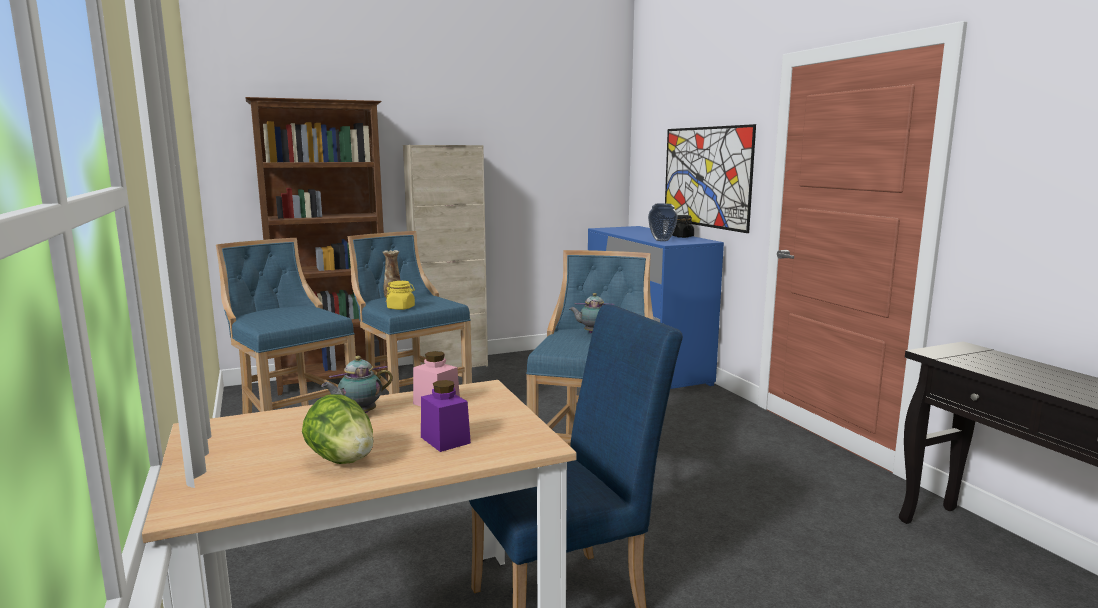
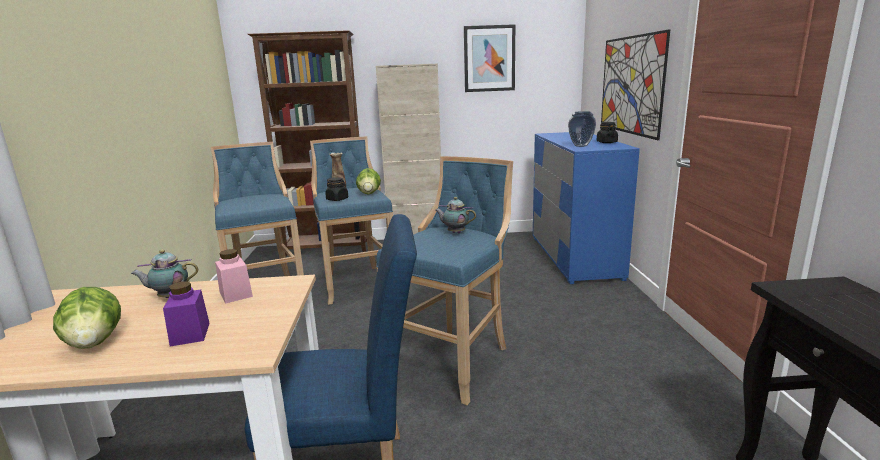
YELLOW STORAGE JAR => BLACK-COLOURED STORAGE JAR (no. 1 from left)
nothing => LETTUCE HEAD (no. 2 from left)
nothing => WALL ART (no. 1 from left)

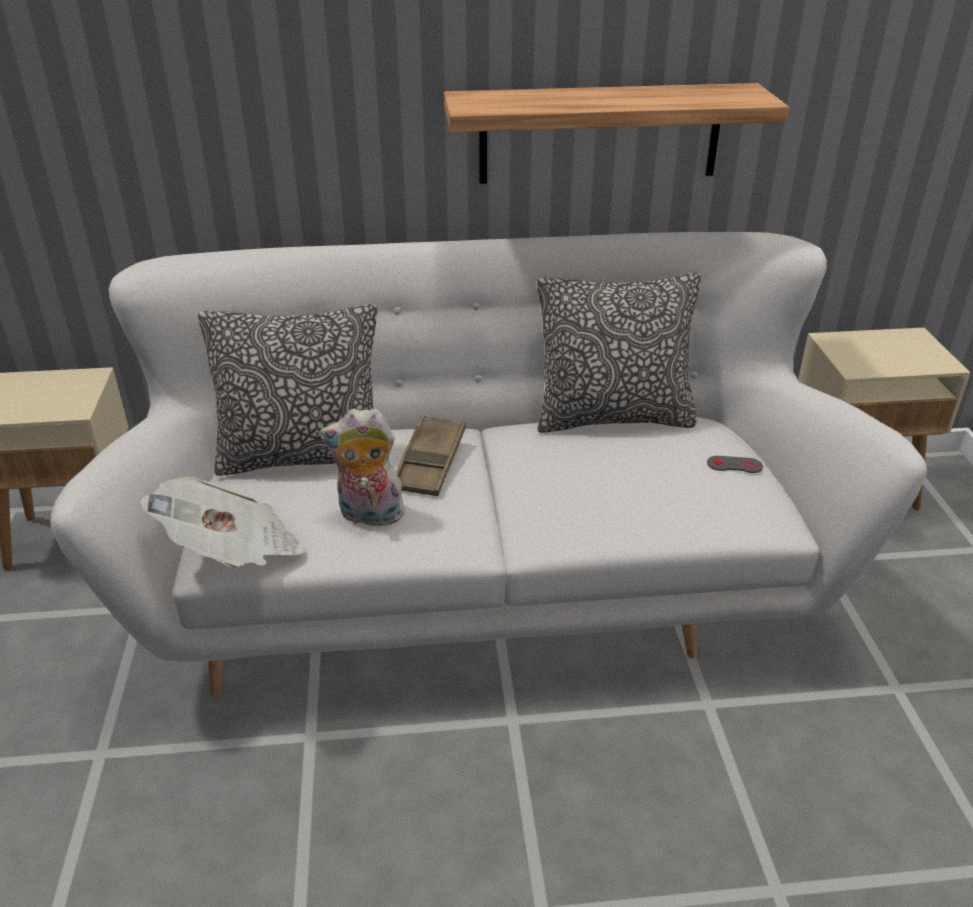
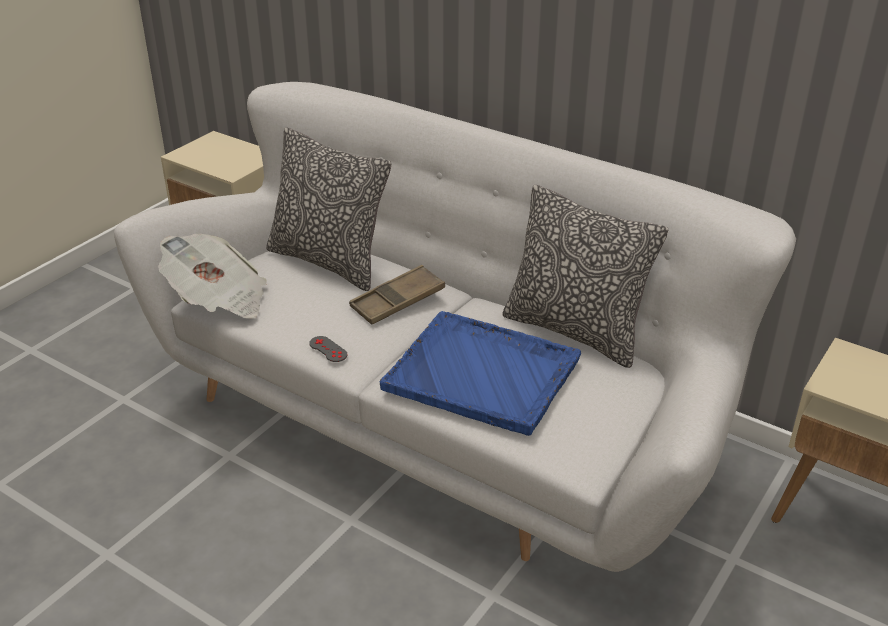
GREY GAMEPAD, shifted
nothing => BLUE-COLOURED CARRYING TRAY
CUDDLY TOY => nothing
SHELF => nothing

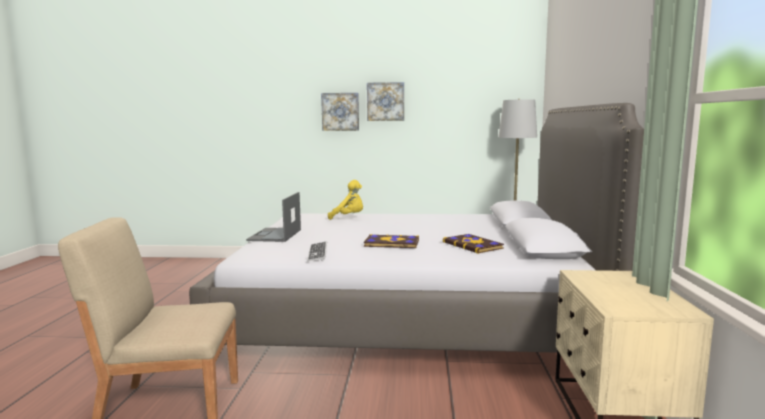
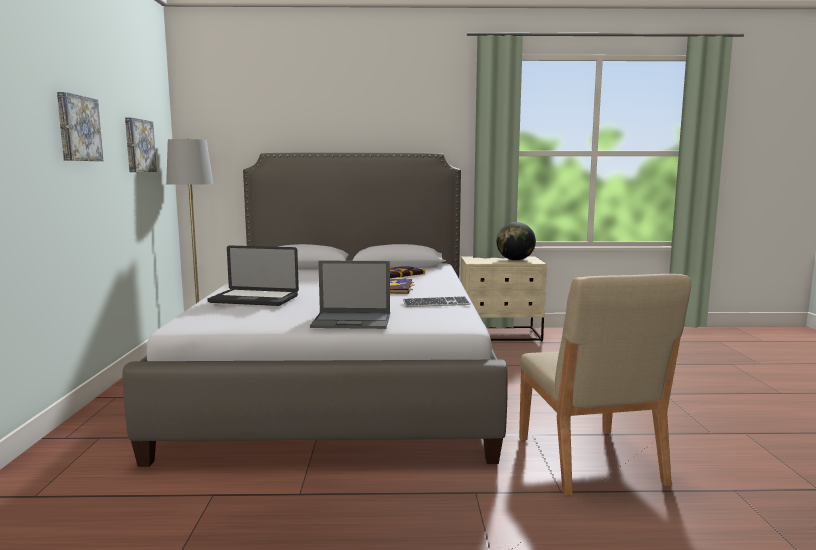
WALL ART (no. 1 from left in the first image) => WALL ART (no. 2 from left), shifted
YELLOW CUDDLY TOY => NOTEBOOK COMPUTER (no. 1 from left)
nothing => DESK GLOBE

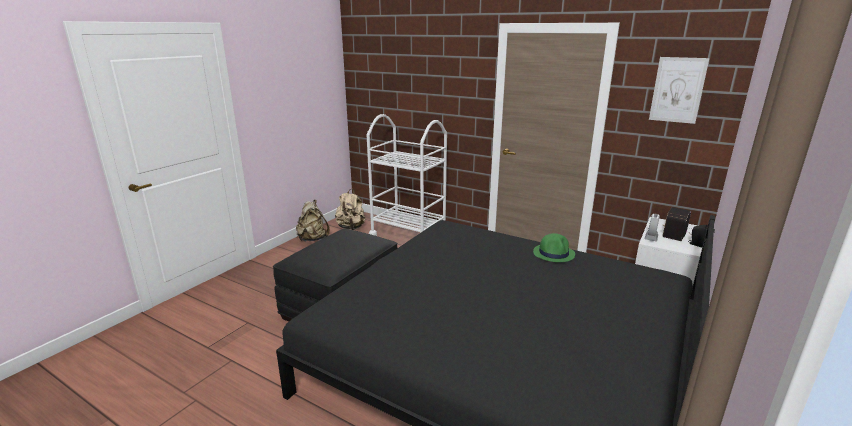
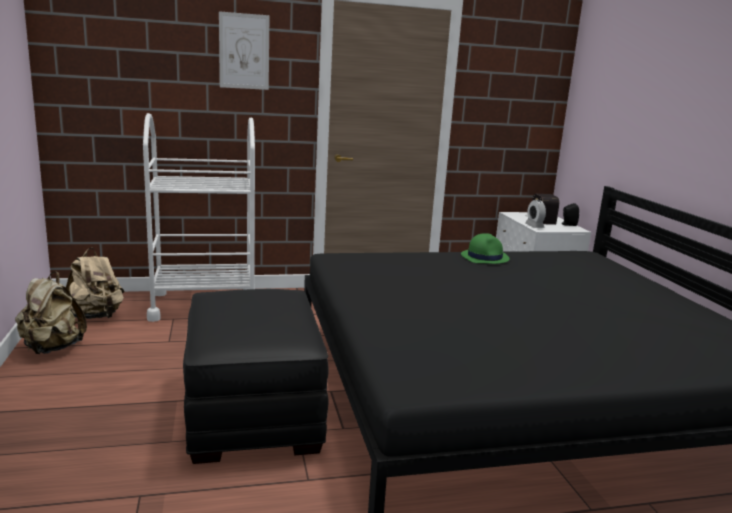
WALL ART, shifted

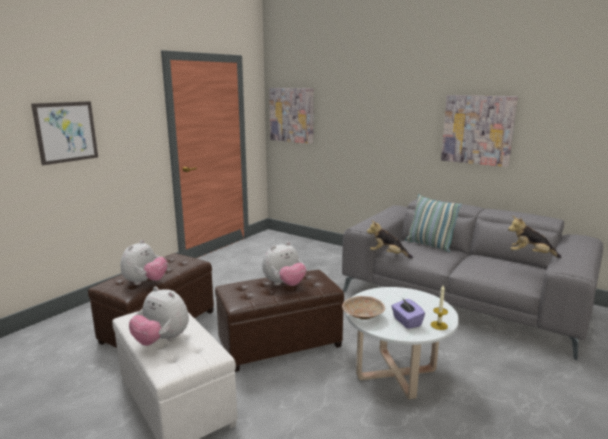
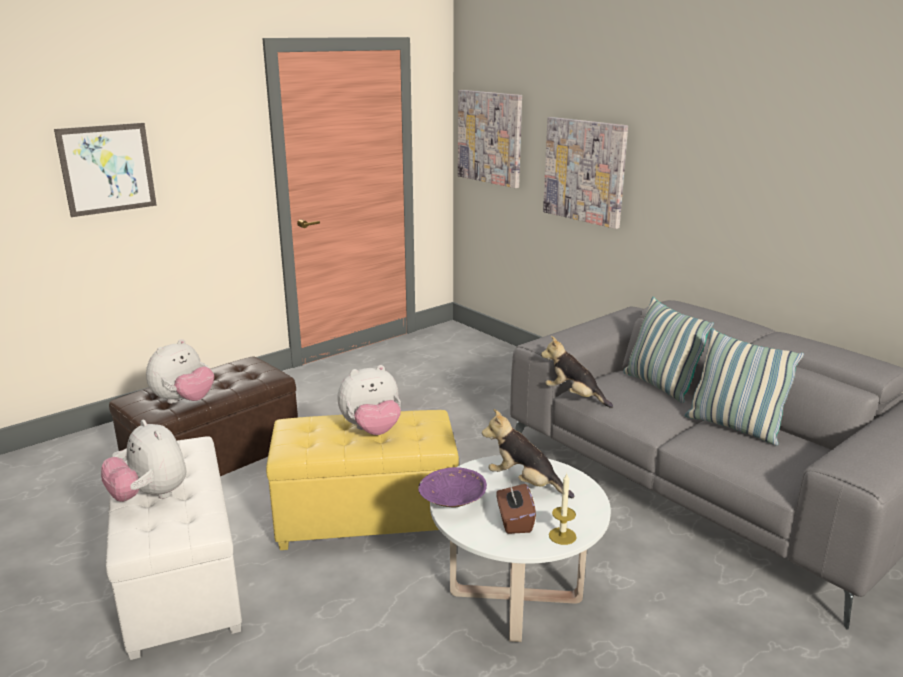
BROWN-COLOURED POUFFE (no. 2 from left) => YELLOW POUFFE
SAND-COLOURED BOWL => PURPLE BOWL
CUDDLY TOY (no. 5 from left in the first image) => CUDDLY TOY (no. 4 from left), shifted
PURPLE TISSUE BOX => BROWN-COLOURED TISSUE BOX
WALL ART (no. 3 from left), shifted
nothing => THROW PILLOW (no. 2 from left)

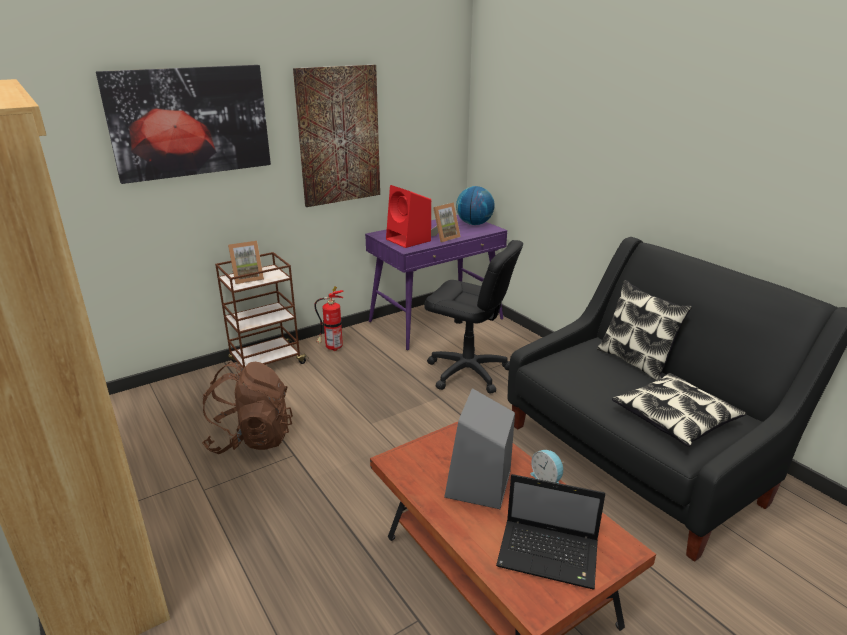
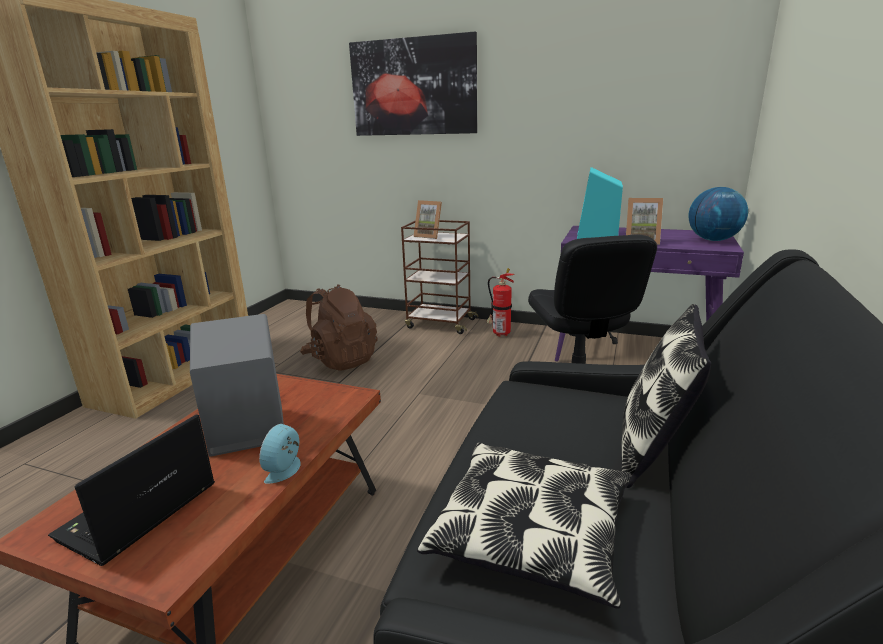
NOTEBOOK COMPUTER, 45 degrees clockwise
RED-COLOURED AUDIO SPEAKER => TURQUOISE-COLOURED AUDIO SPEAKER
WALL ART (no. 2 from left) => nothing

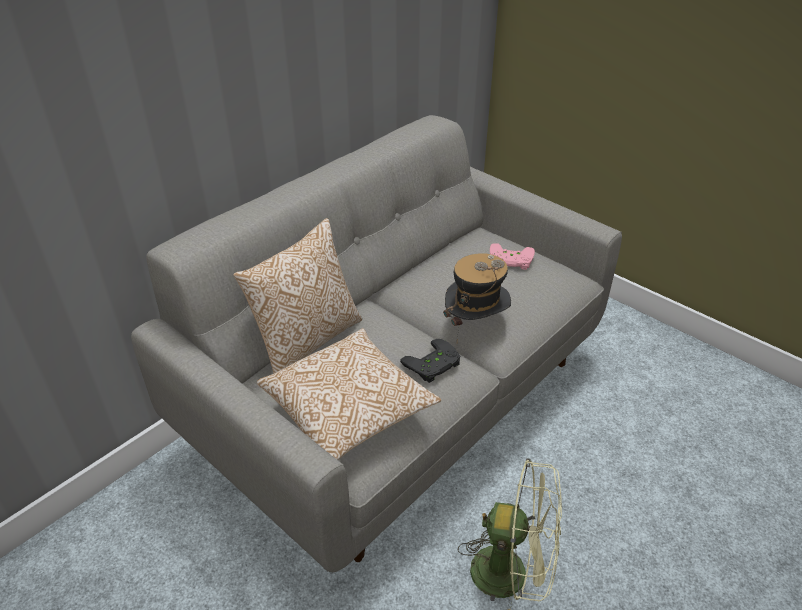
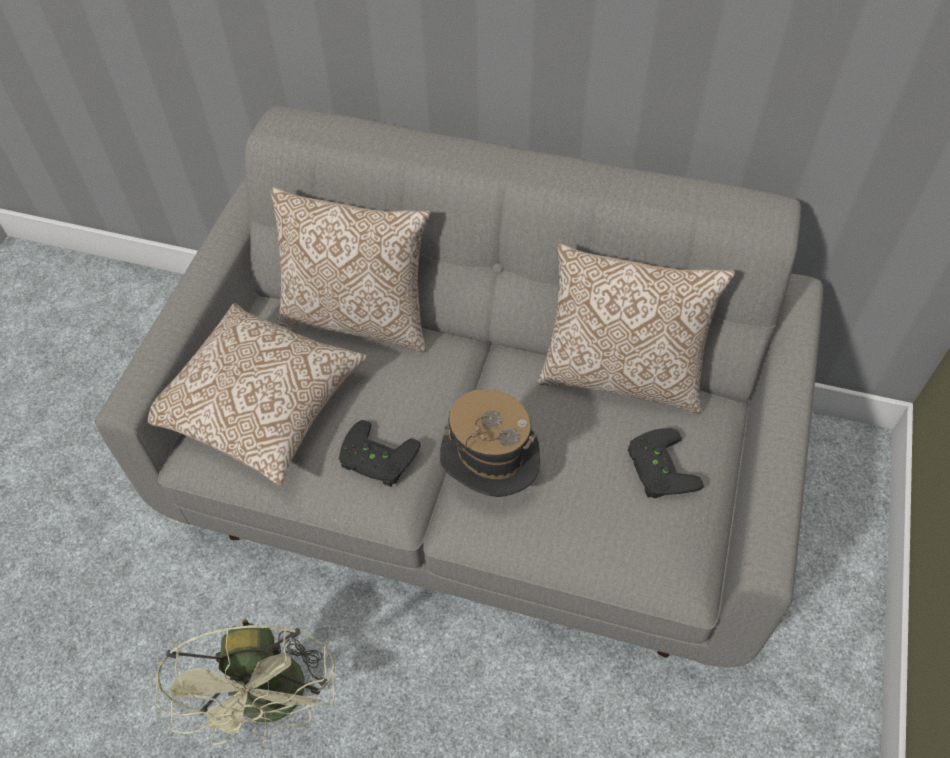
nothing => THROW PILLOW (no. 3 from left)
PINKISH GAMEPAD => BLACK-COLOURED GAMEPAD (no. 2 from left)

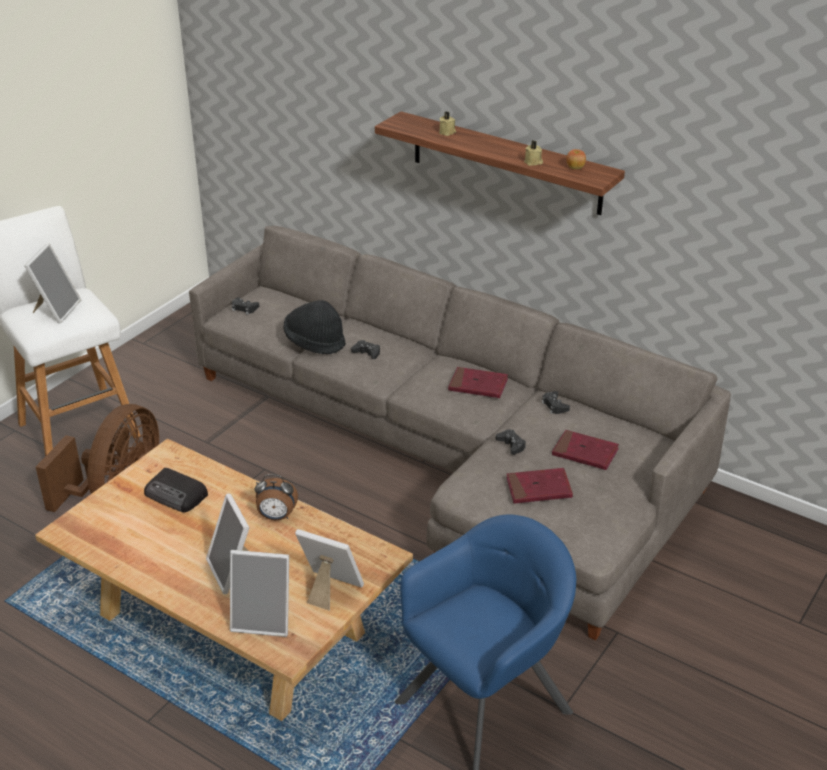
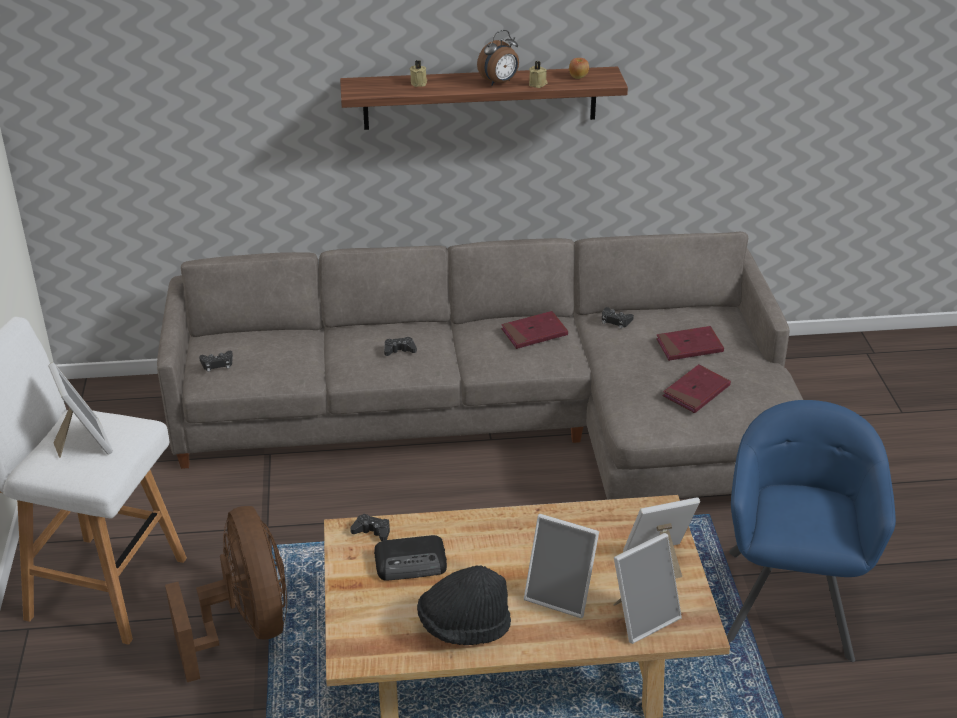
BLACK-COLOURED GAMEPAD (no. 3 from left in the first image) => BLACK-COLOURED GAMEPAD (no. 2 from left), shifted
BLACK-COLOURED CLOTHING HAT, shifted
ALARM CLOCK, shifted

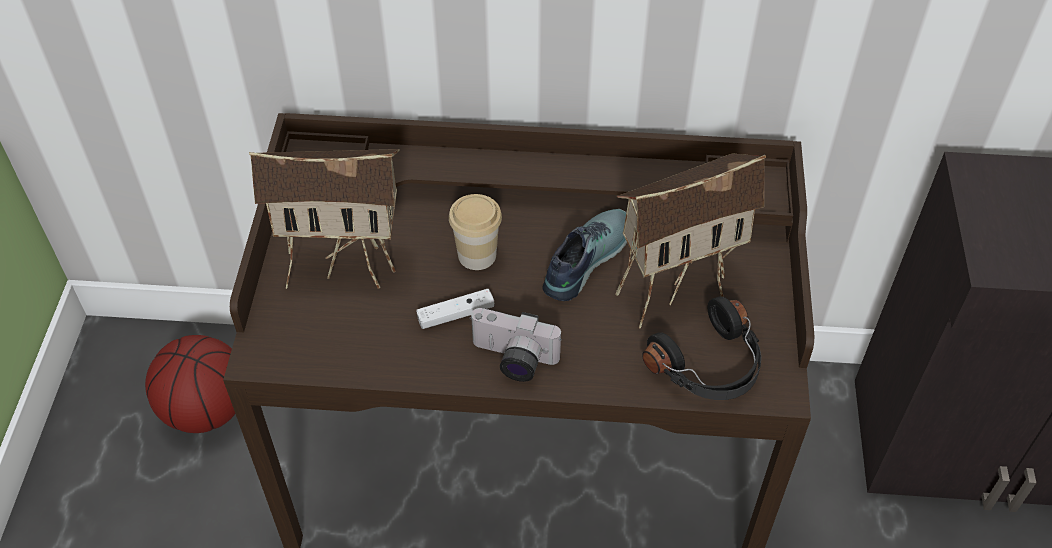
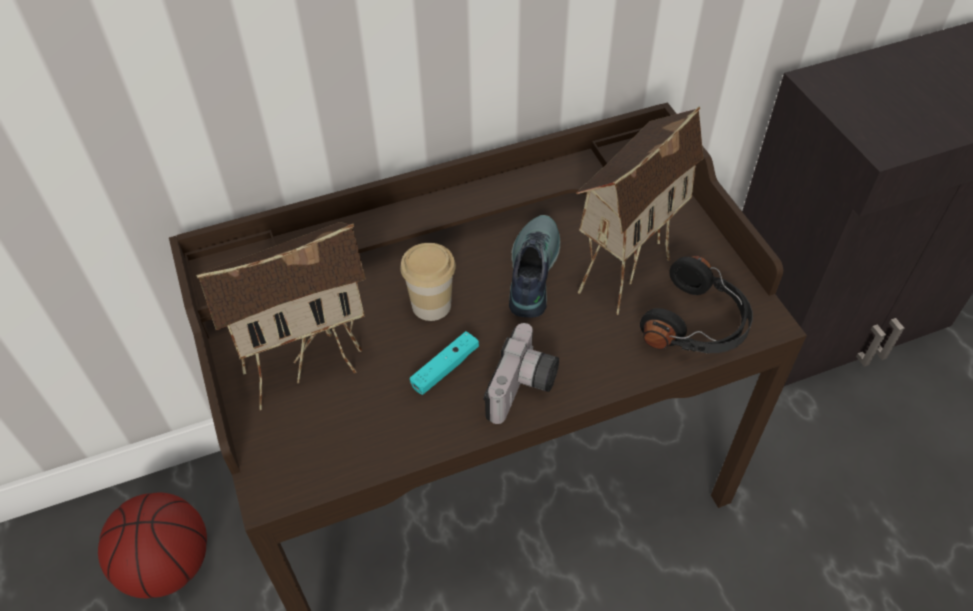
WHITE-COLOURED GAMEPAD => TURQUOISE-COLOURED GAMEPAD
STILL CAMERA, 60 degrees counterclockwise

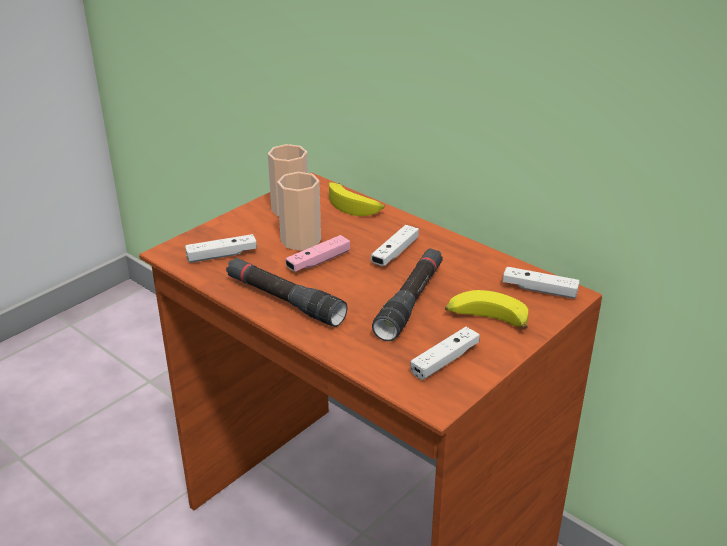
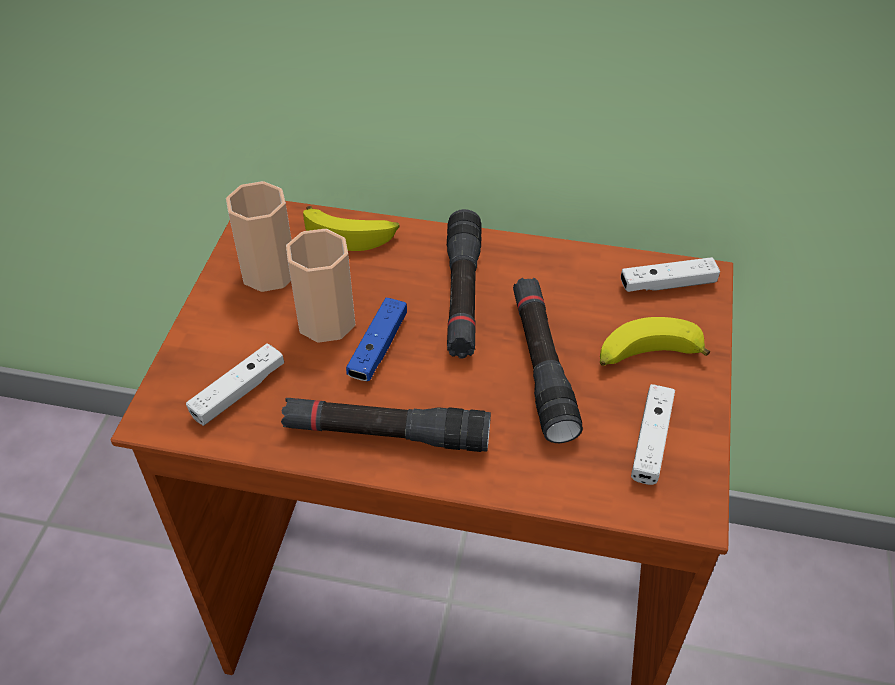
PINKISH GAMEPAD => BLUE-COLOURED GAMEPAD
WHITE-COLOURED GAMEPAD (no. 2 from left) => BLACK-COLOURED TORCH (no. 2 from left)

